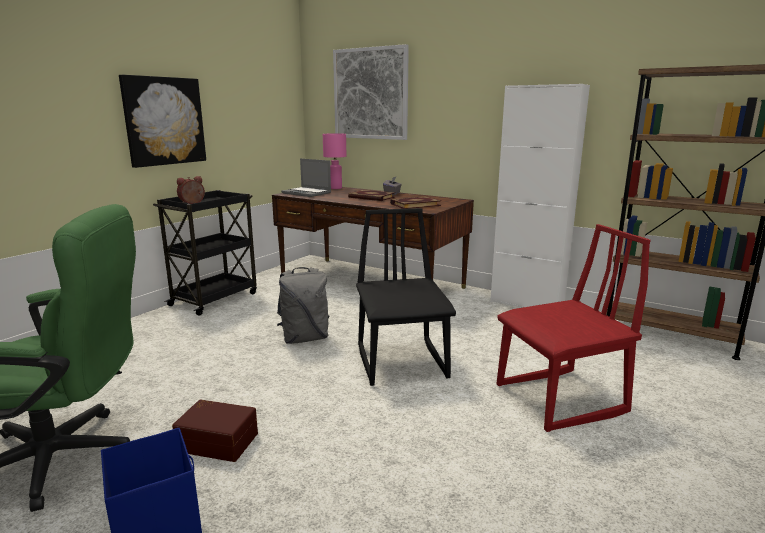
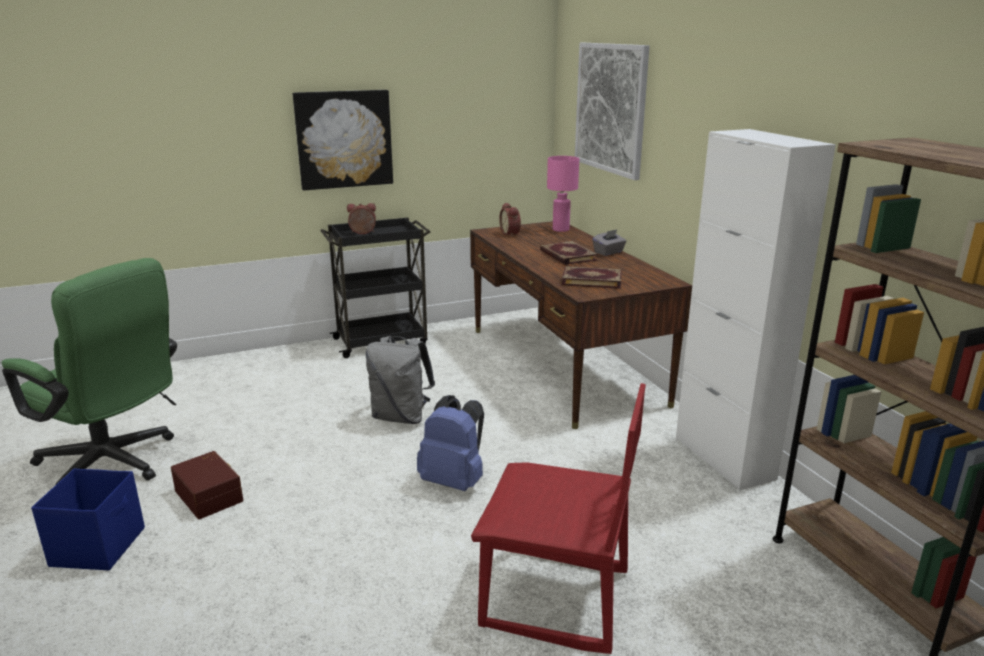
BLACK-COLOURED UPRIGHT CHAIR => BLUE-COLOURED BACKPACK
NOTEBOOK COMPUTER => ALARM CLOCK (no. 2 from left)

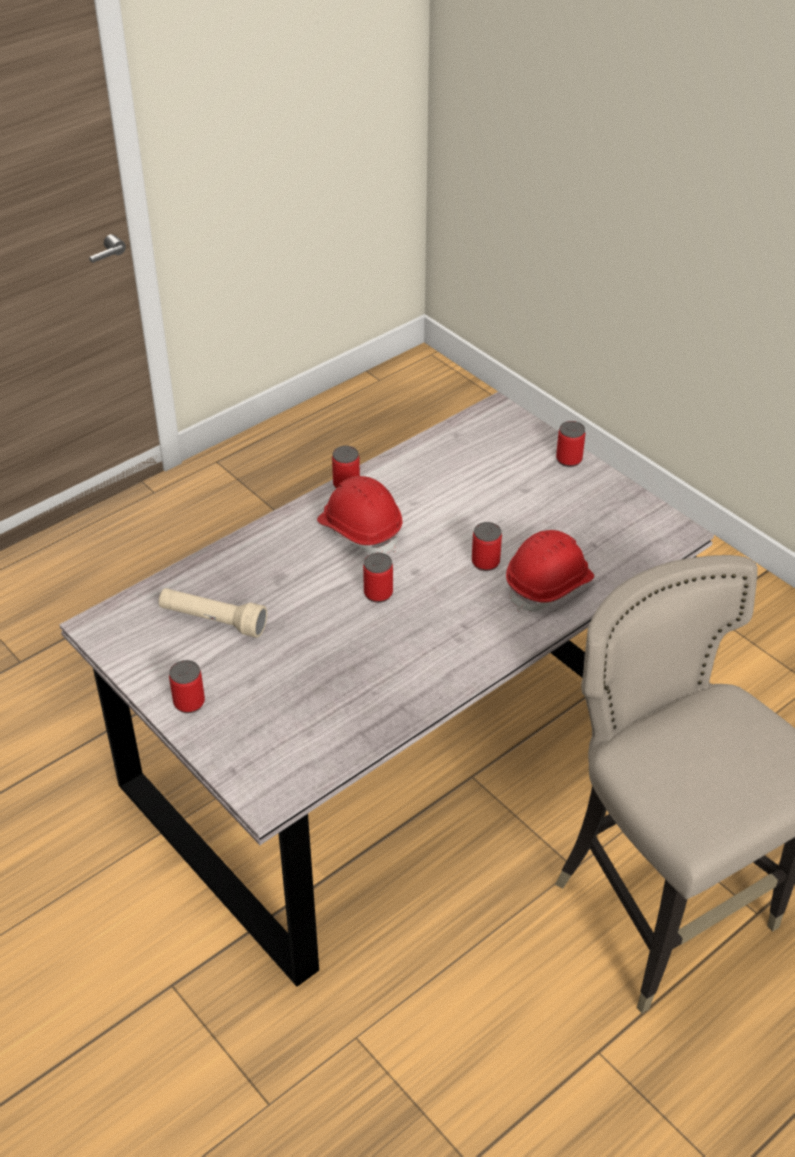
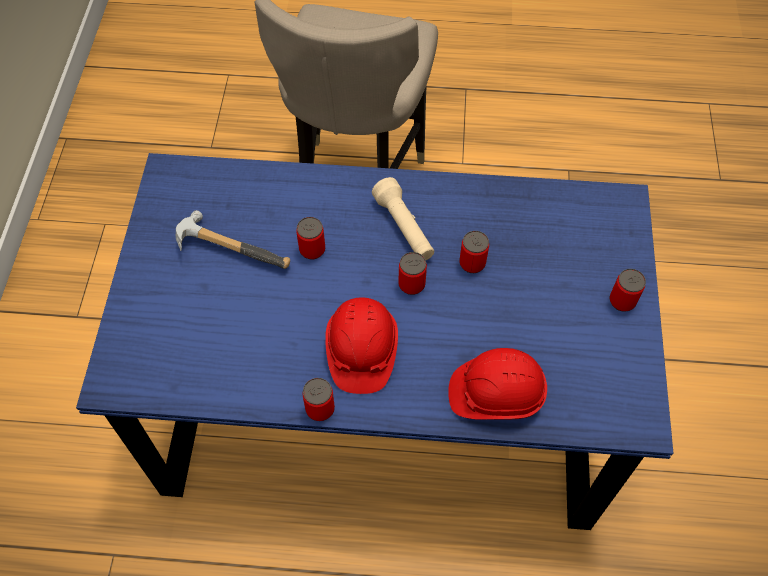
GREY DINNER TABLE => BLUE-COLOURED DINNER TABLE
nothing => TOOL HAMMER
SAND-COLOURED TORCH, shifted
RED-COLOURED HARD HAT (no. 2 from left), shifted
CAN (no. 5 from left in the first image) => CAN (no. 4 from left), shifted

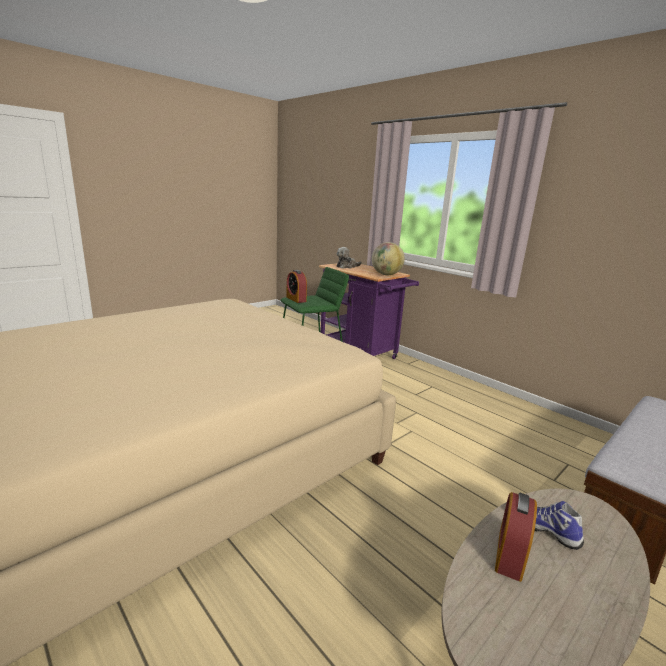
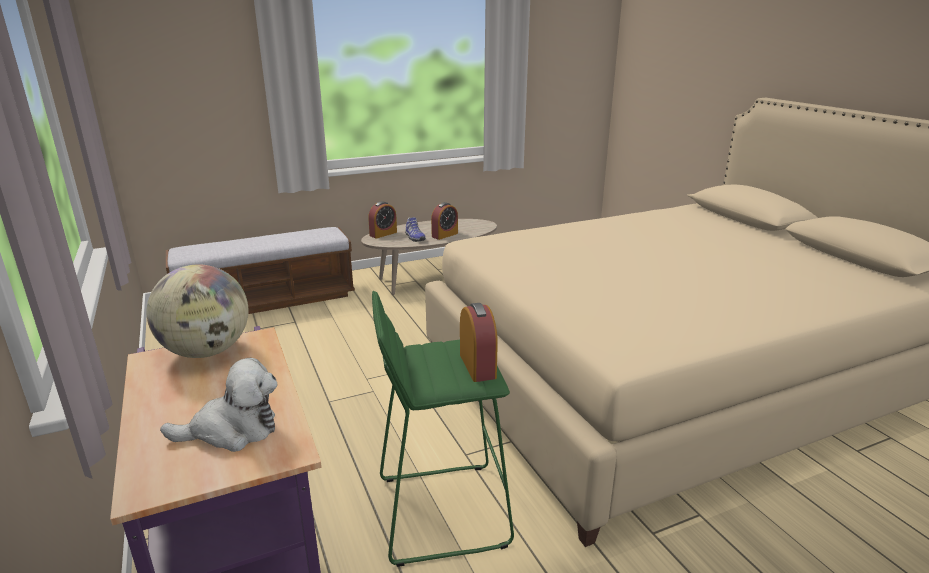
nothing => ALARM CLOCK (no. 1 from left)

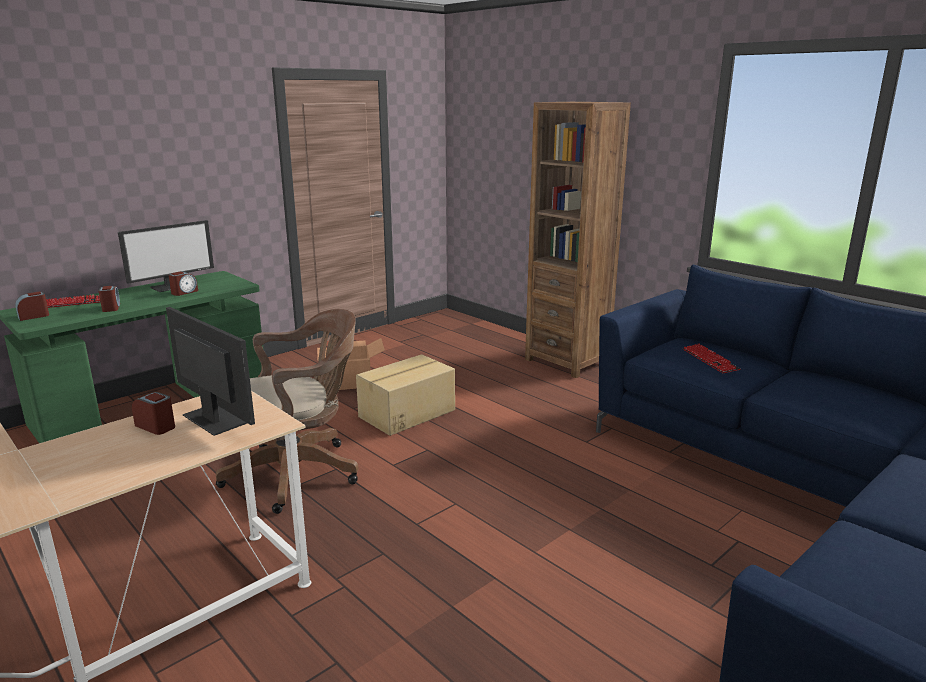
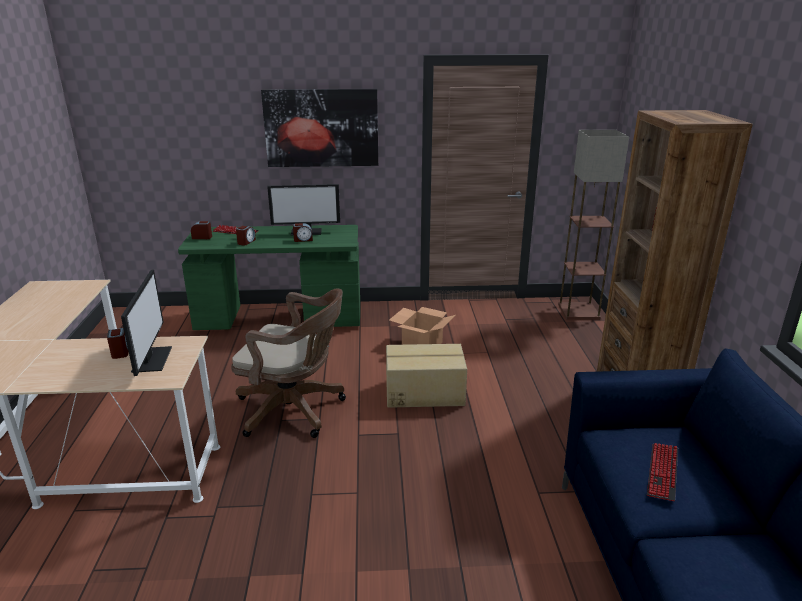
nothing => WALL ART
nothing => STANDING LAMP

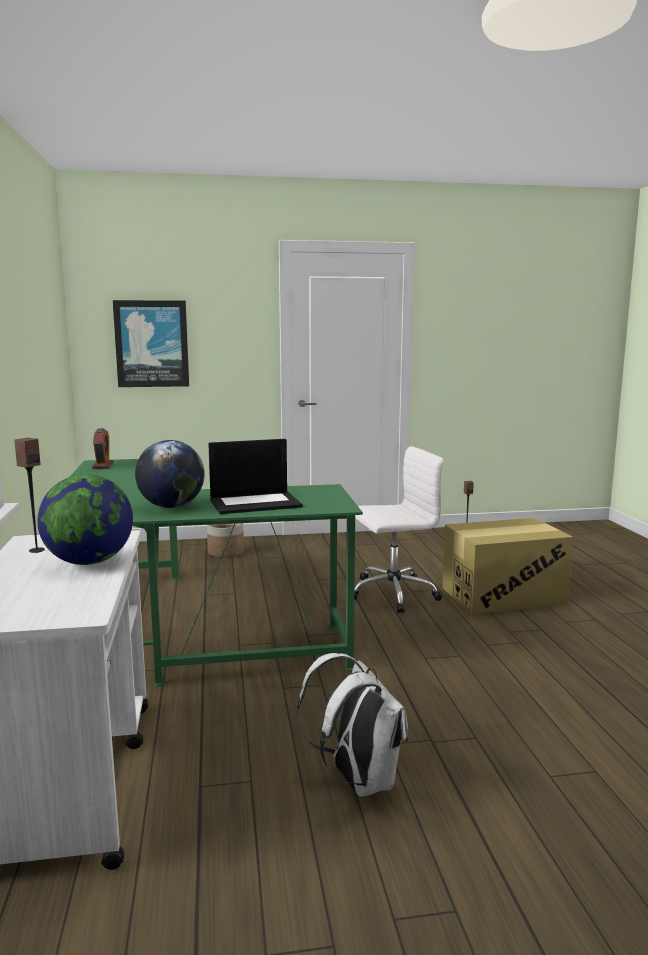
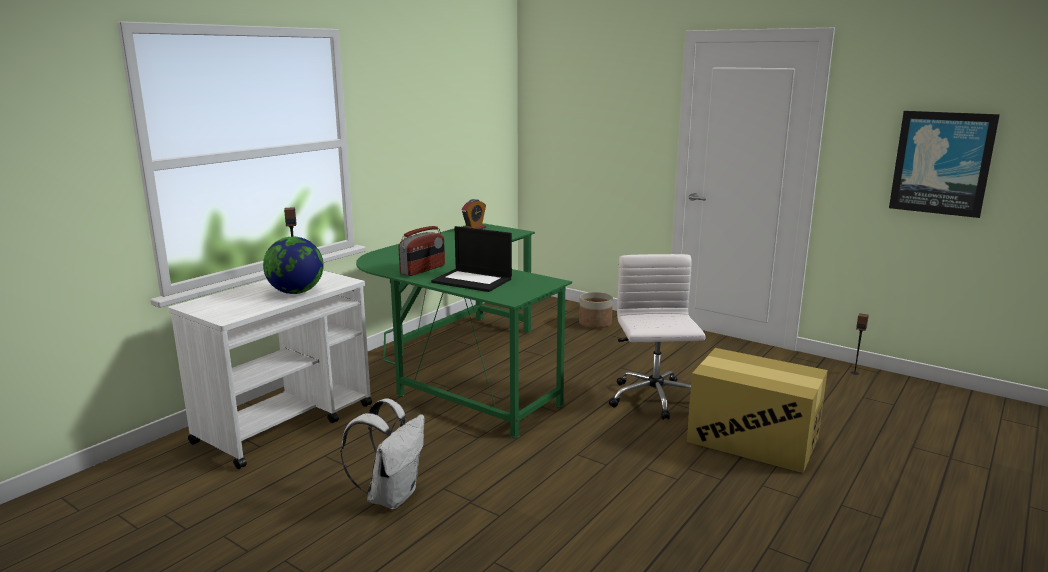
DESK GLOBE (no. 2 from left) => RADIO RECEIVER
WHITE-COLOURED COMPUTER CHAIR, 120 degrees counterclockwise
WALL ART, shifted

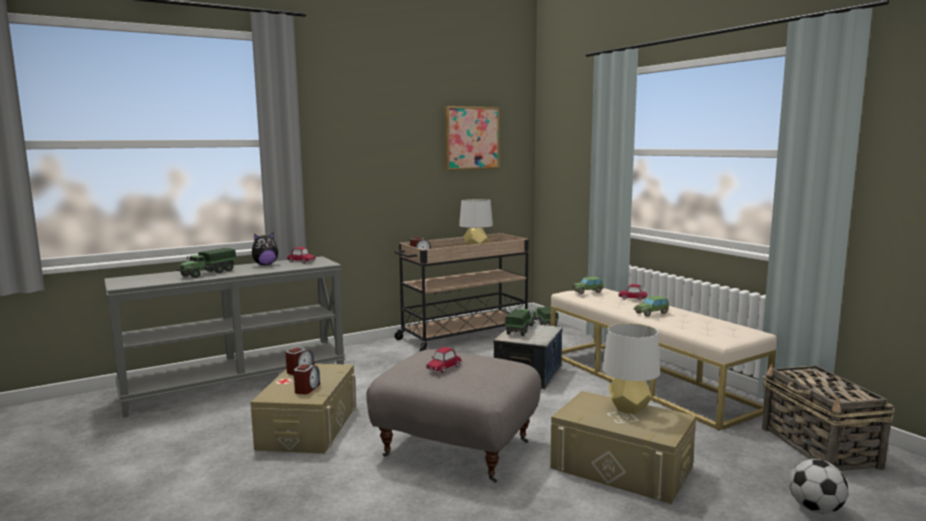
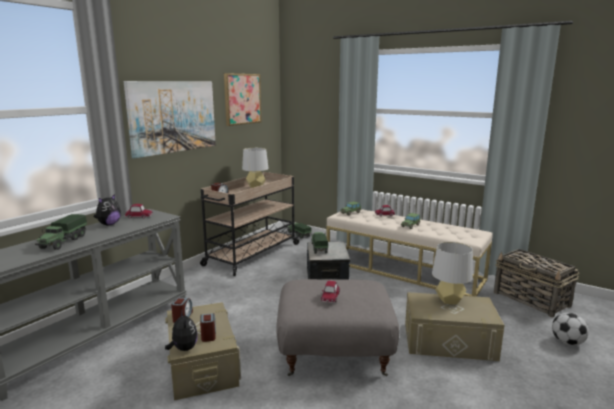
nothing => WALL ART (no. 1 from left)
nothing => CUDDLY TOY (no. 2 from left)

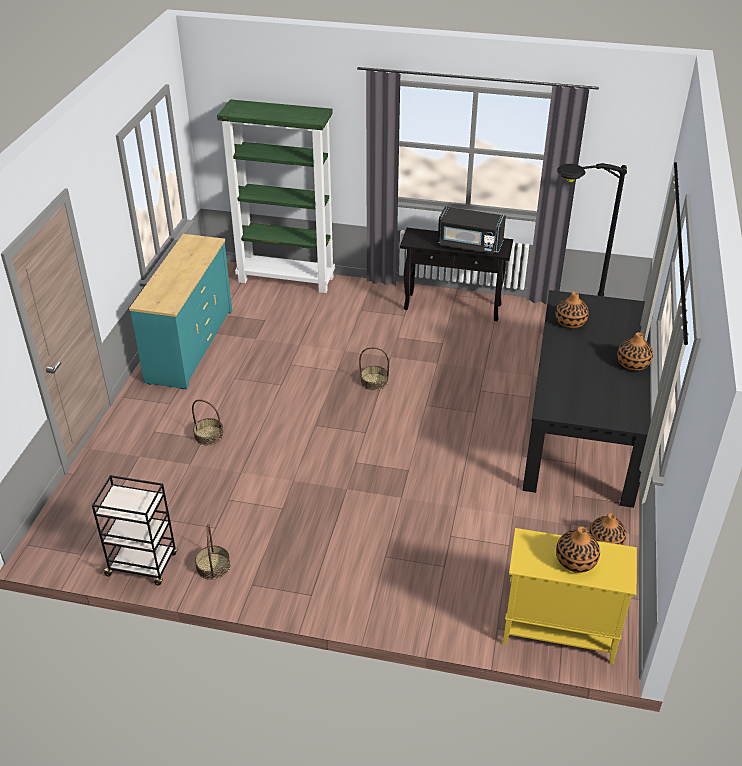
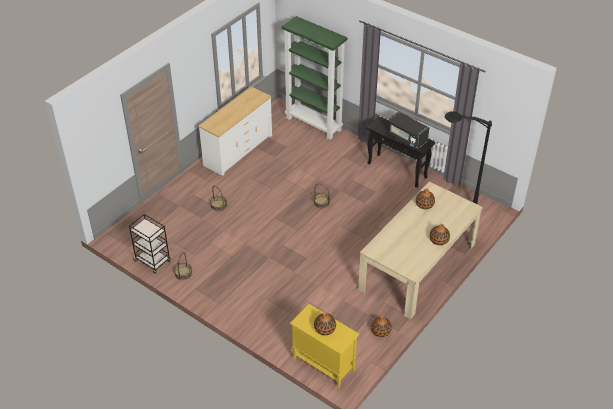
TURQUOISE-COLOURED DRESSER => WHITE-COLOURED DRESSER
BLACK-COLOURED DINNER TABLE => SAND-COLOURED DINNER TABLE

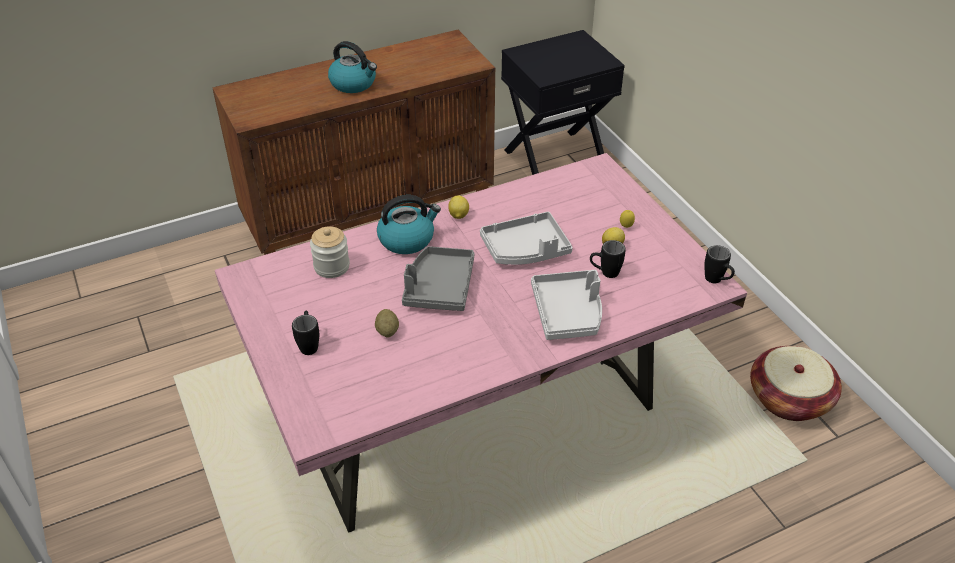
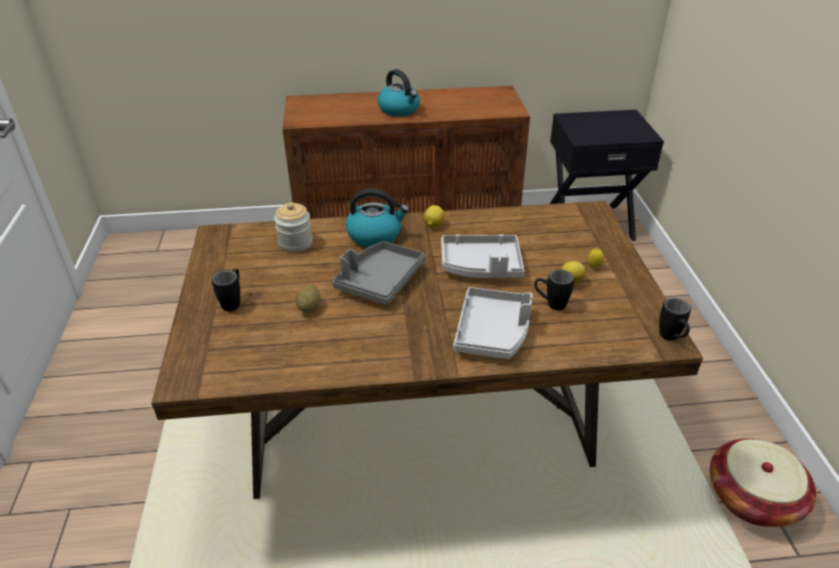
PINKISH DINNER TABLE => BROWN-COLOURED DINNER TABLE

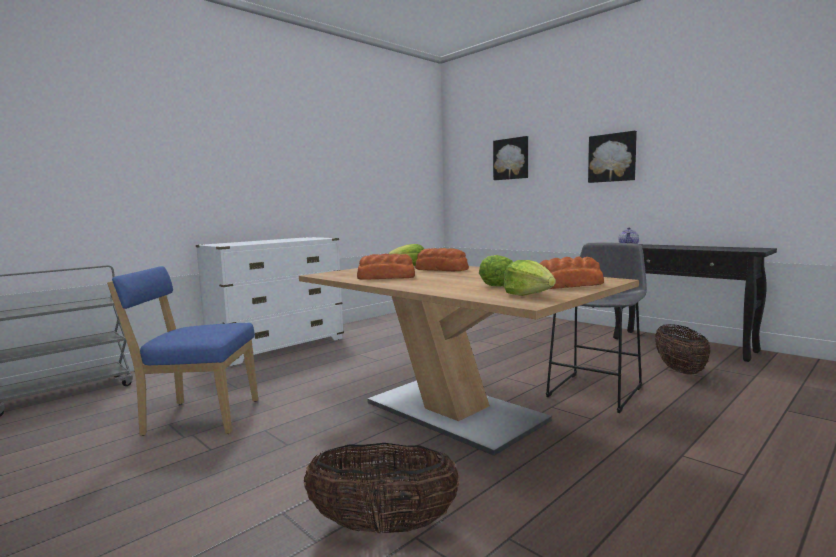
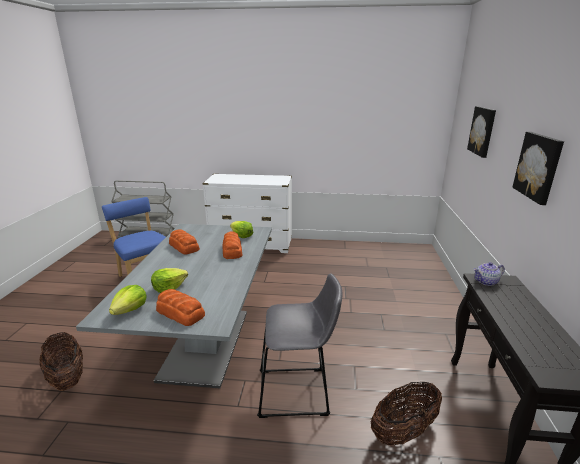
BROWN-COLOURED DINNER TABLE => GREY DINNER TABLE

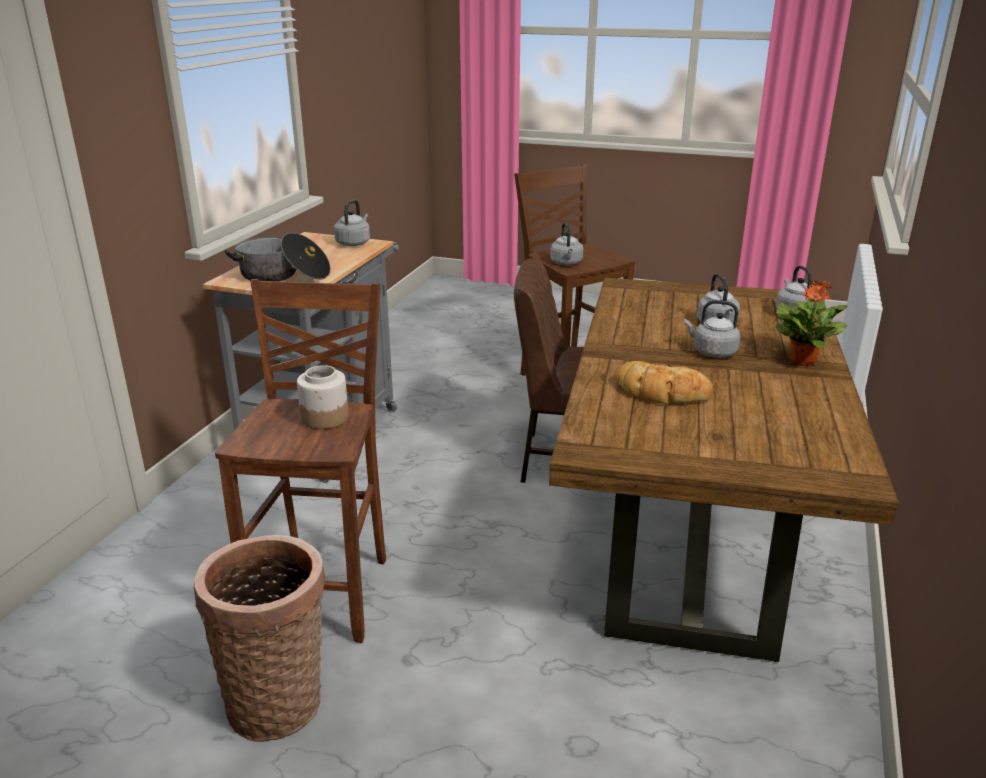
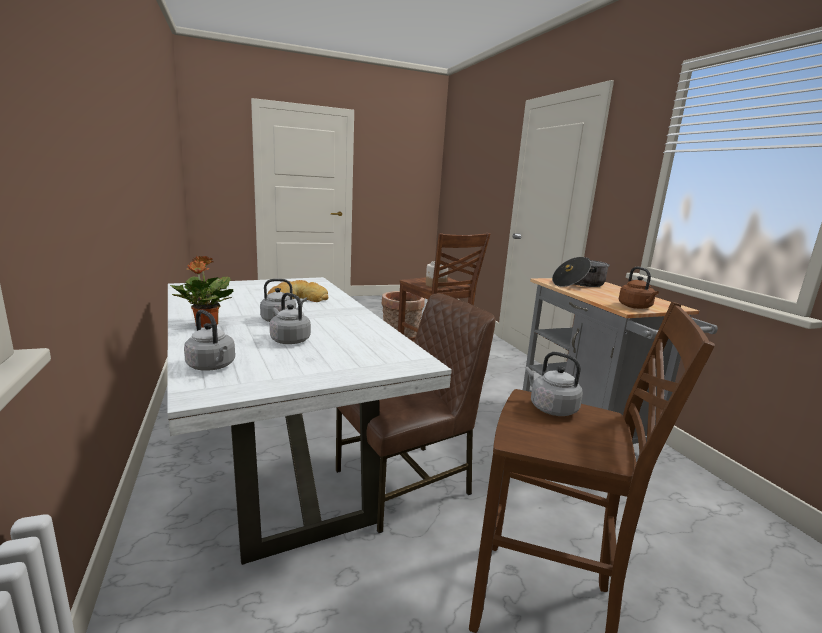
BROWN-COLOURED DINNER TABLE => WHITE-COLOURED DINNER TABLE
GREY KETTLE (no. 1 from left) => BROWN-COLOURED KETTLE

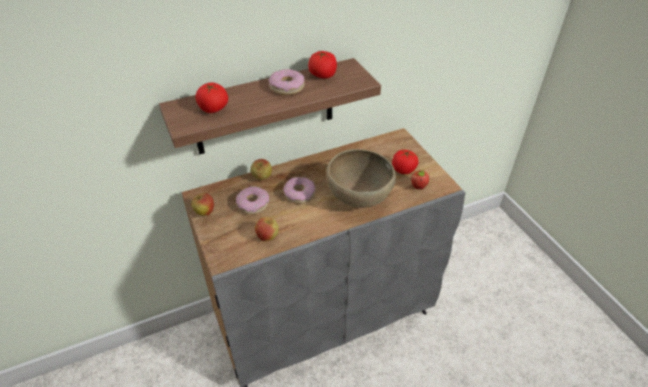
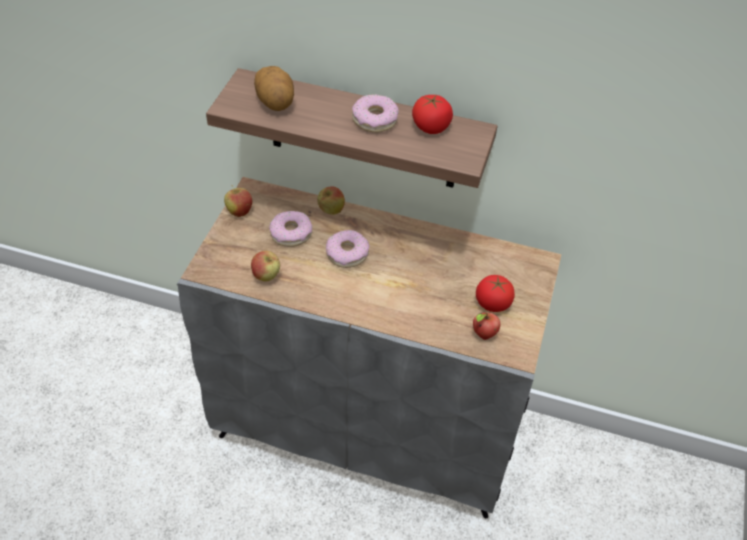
FRESH TOMATO (no. 1 from left) => SPUD
BROWN-COLOURED BOWL => nothing

